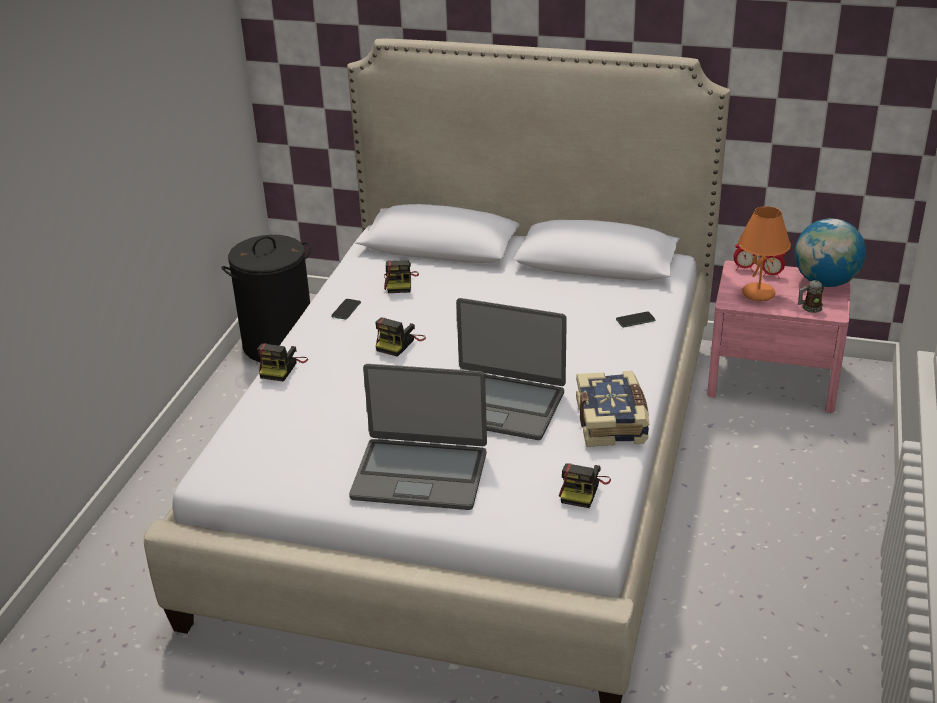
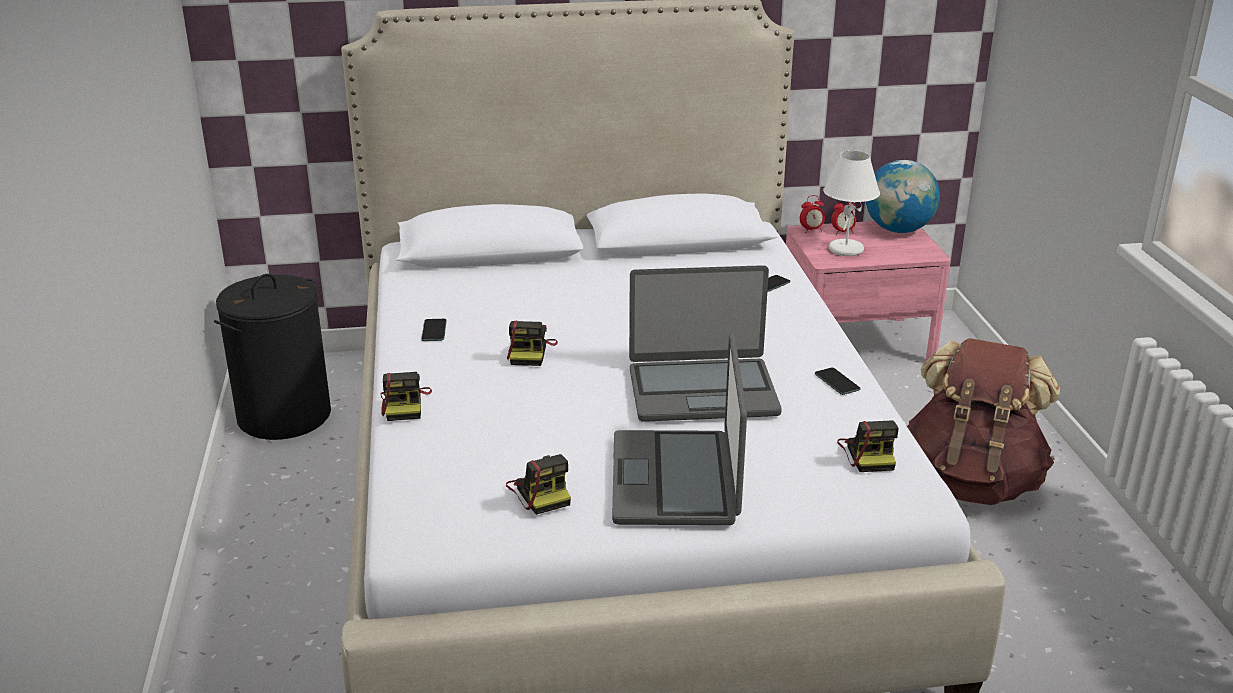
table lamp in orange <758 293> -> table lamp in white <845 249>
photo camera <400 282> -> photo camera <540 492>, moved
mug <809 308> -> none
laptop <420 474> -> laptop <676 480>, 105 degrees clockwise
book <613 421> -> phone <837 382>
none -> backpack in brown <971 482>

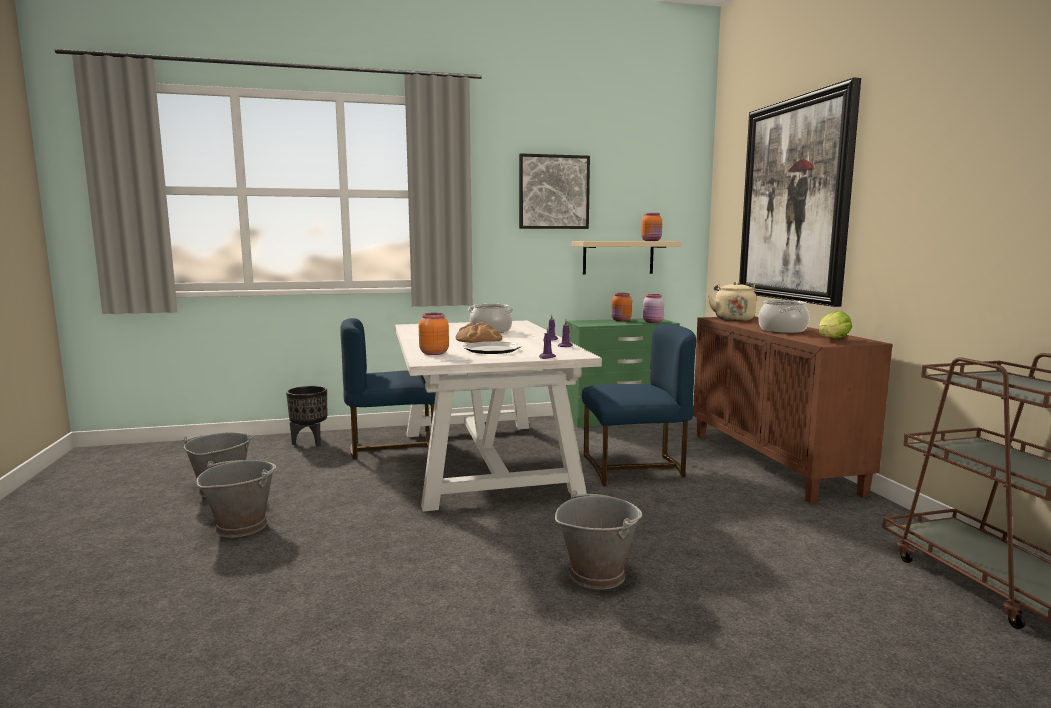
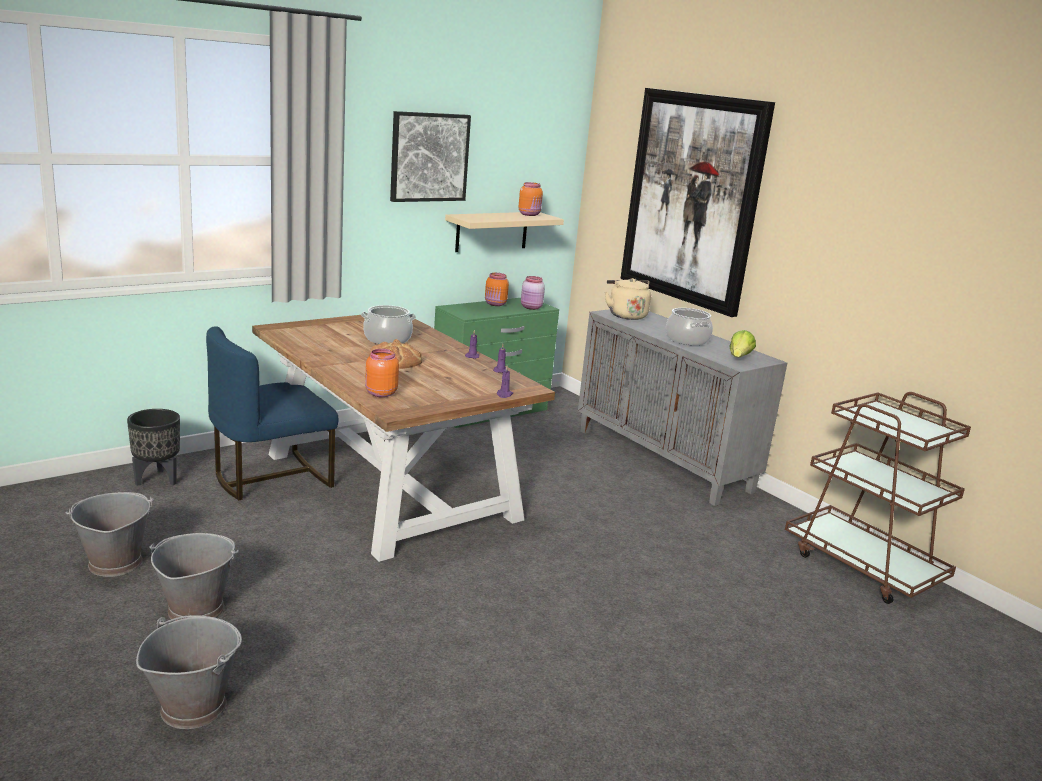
cabinet in brown <773 463> -> cabinet in grey <664 460>
dining table in white <484 461> -> dining table in brown <391 486>
chair in blue <634 468> -> none
plate <492 350> -> none
bucket in grey <597 574> -> bucket in grey <193 707>, moved

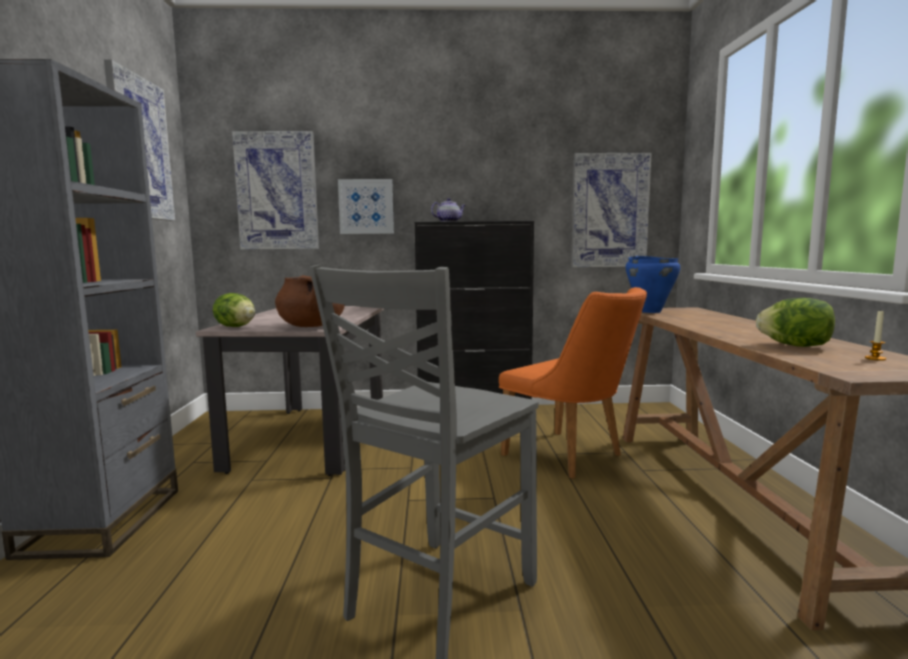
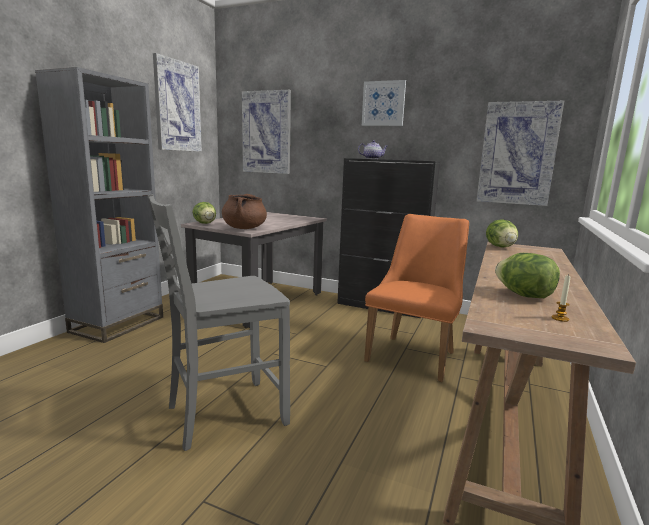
picture <366 206> -> picture <383 103>, moved
cooking pot in blue <650 311> -> lettuce <500 247>
chair in orange <571 457> -> chair in orange <415 353>, 135 degrees counterclockwise

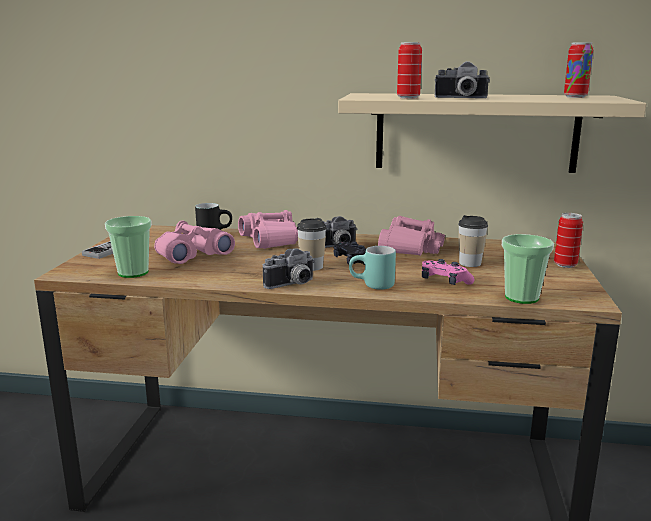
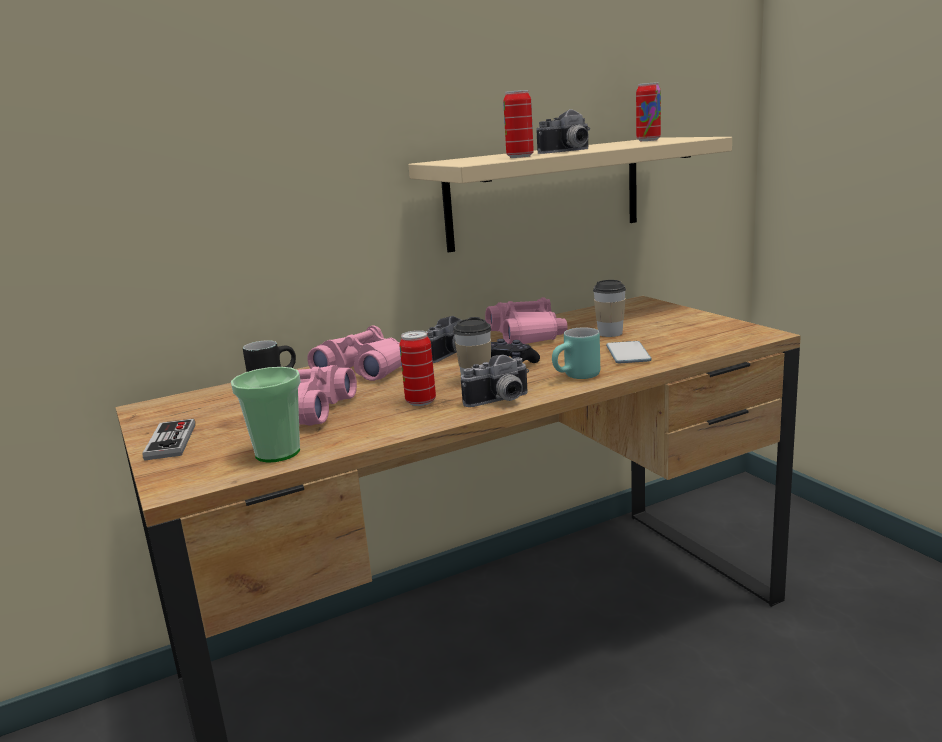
can <565 265> -> can <420 401>, moved
cup <521 297> -> none
photo camera <292 285> -> photo camera <500 401>, 45 degrees clockwise
game controller in pink <444 282> -> phone <628 354>

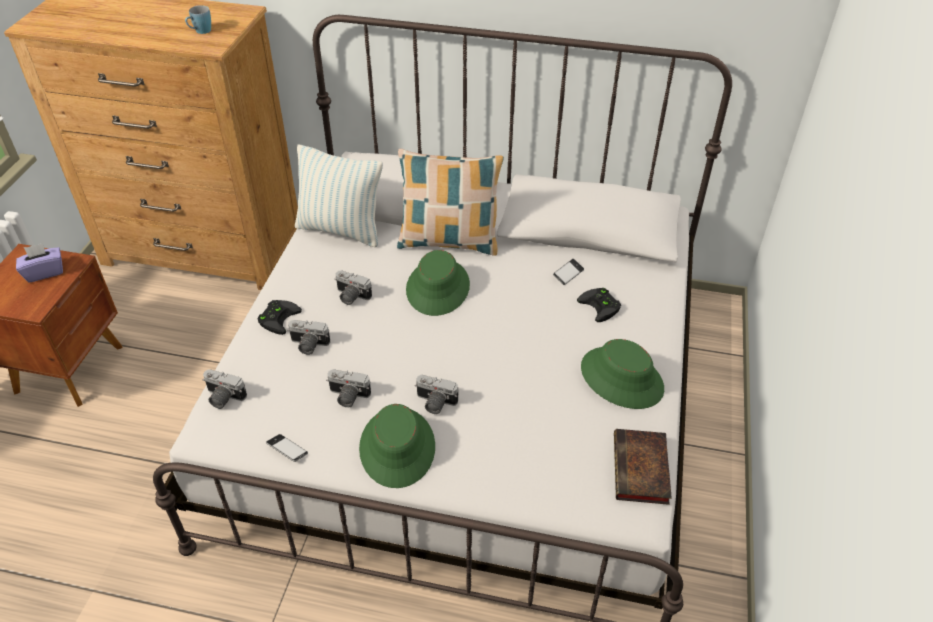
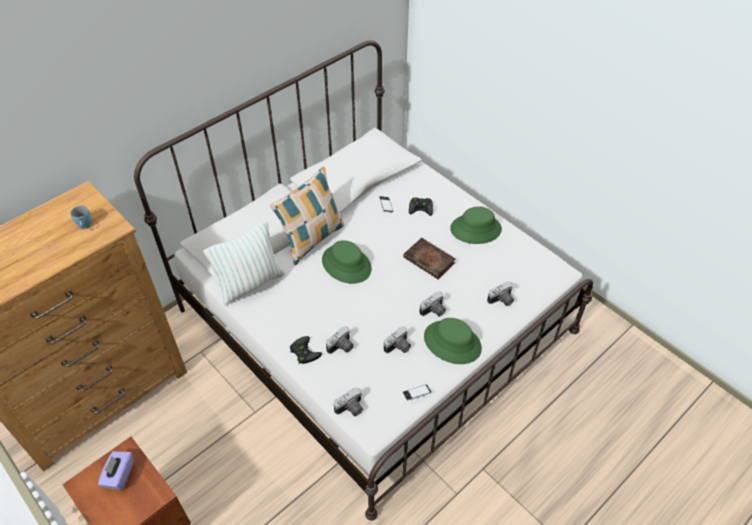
photo camera <351 297> -> photo camera <501 300>, moved
book <641 471> -> book <430 261>, moved

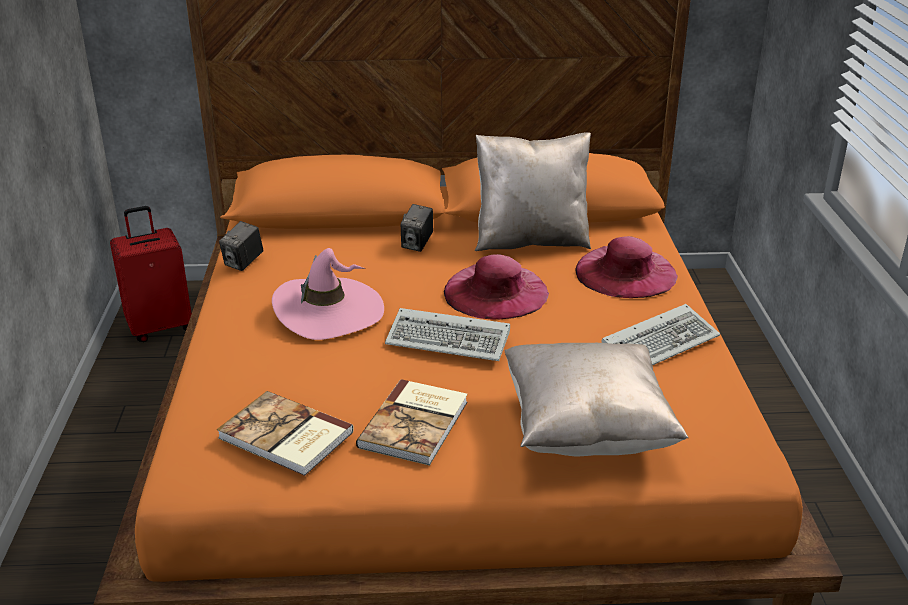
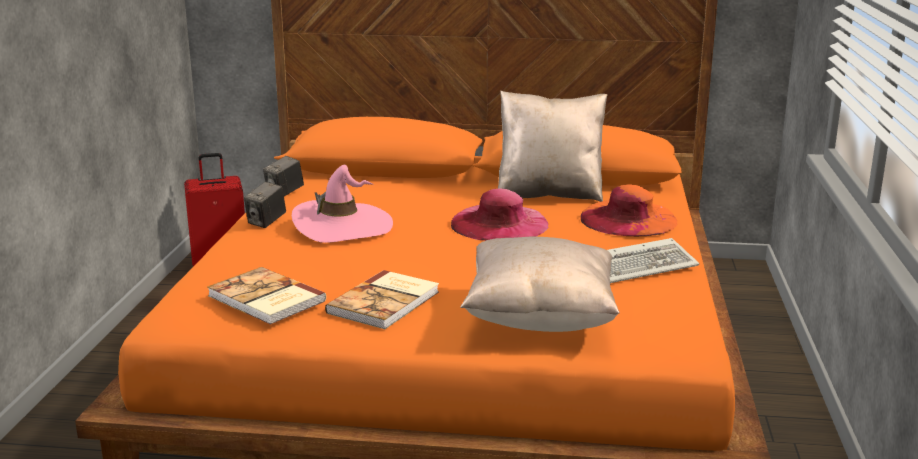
photo camera <417 244> -> photo camera <266 222>, moved
hat in pink <625 272> -> hat in orange <628 219>
keyboard <451 339> -> none

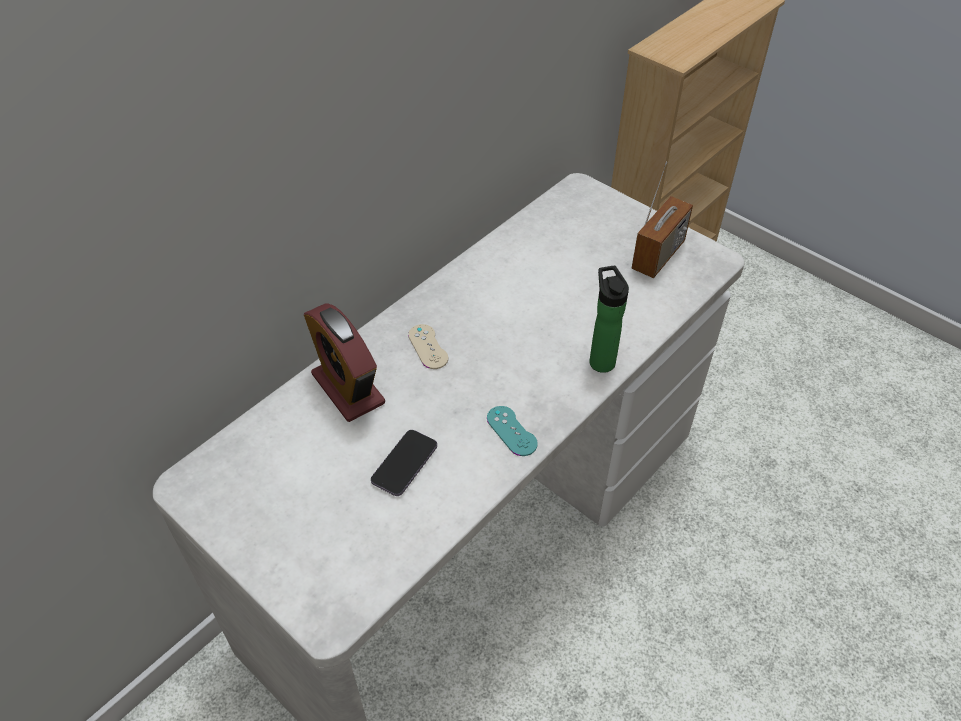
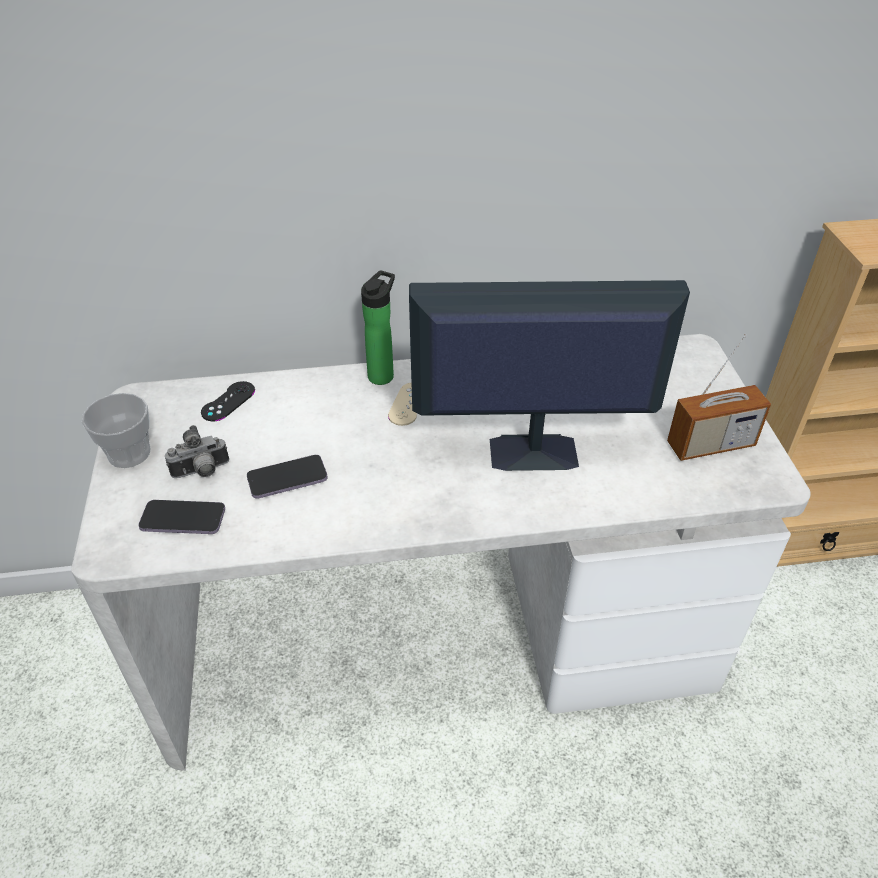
bottle <600 359> -> bottle <383 374>, moved
alarm clock <348 389> -> none
game controller in turquoise <511 431> -> none
none -> monitor <531 453>
none -> game controller in black <228 401>
none -> cup <129 453>
none -> photo camera <201 472>
none -> phone <183 519>

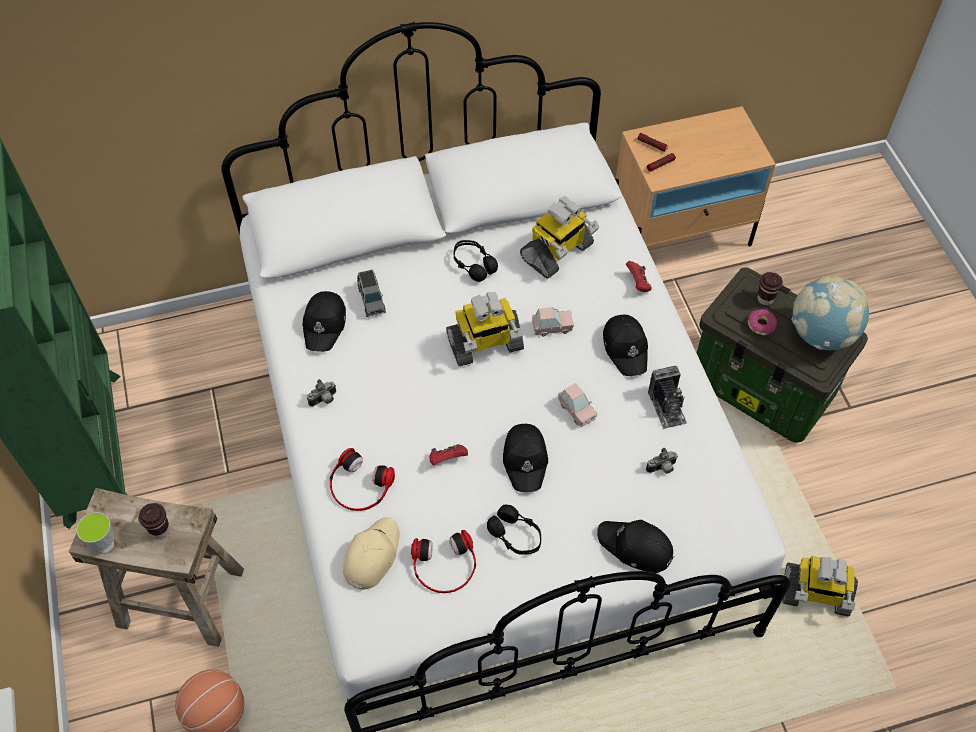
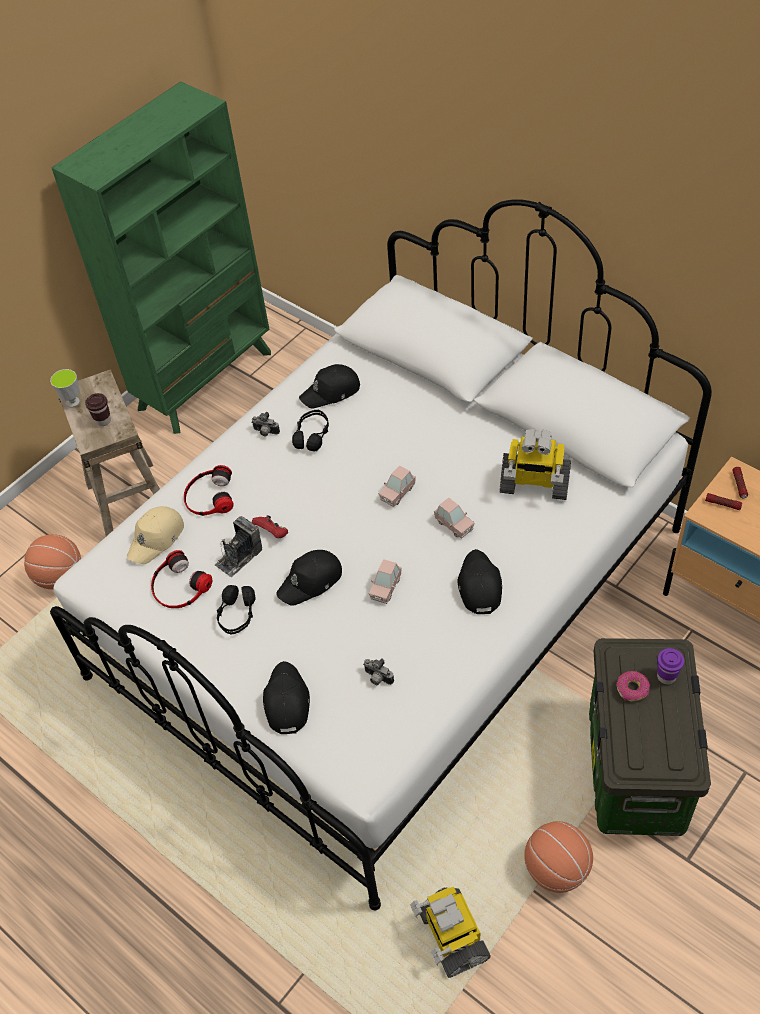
headphones in black <473 265> -> headphones in black <312 436>, moved
game controller in red <638 283> -> none
toy car in grey <371 300> -> none
cup in brown <765 299> -> cup in purple <666 676>
globe <821 334> -> none
toy robot <485 345> -> toy car in pink <397 493>
cap in black <626 348> -> cap in black <479 585>, 135 degrees clockwise
photo camera <667 407> -> photo camera <239 557>, moved
cap in beige <371 555> -> cap in beige <157 538>, 135 degrees clockwise
none -> basketball <557 869>

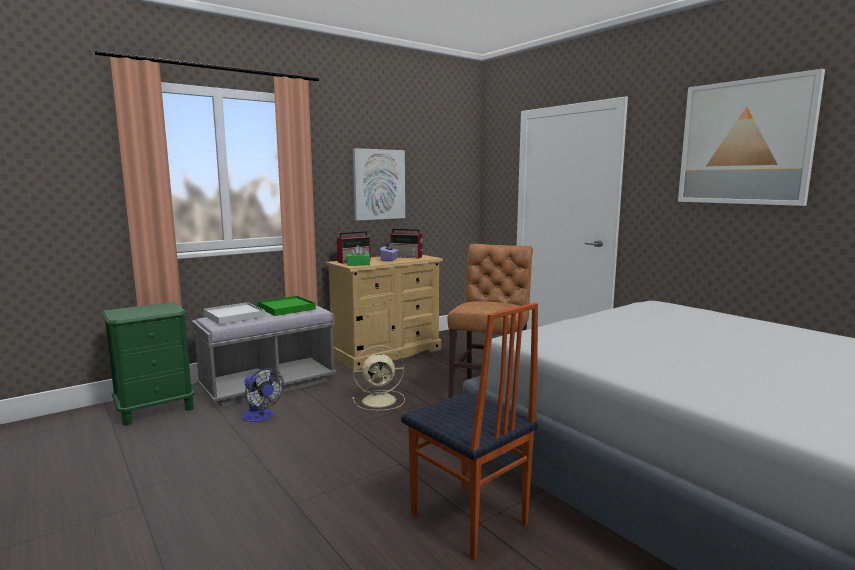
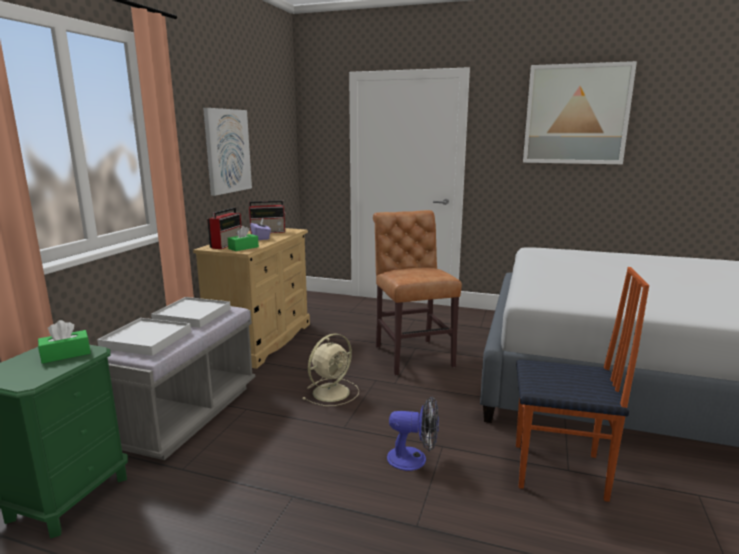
tray in green <286 308> -> tray in white <193 315>
fan <261 417> -> fan <414 459>, moved
none -> tissue box in green <66 354>

